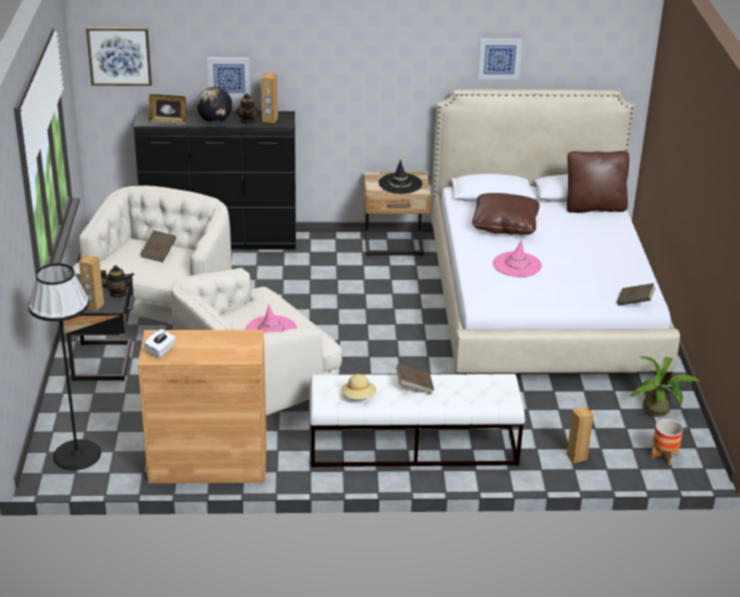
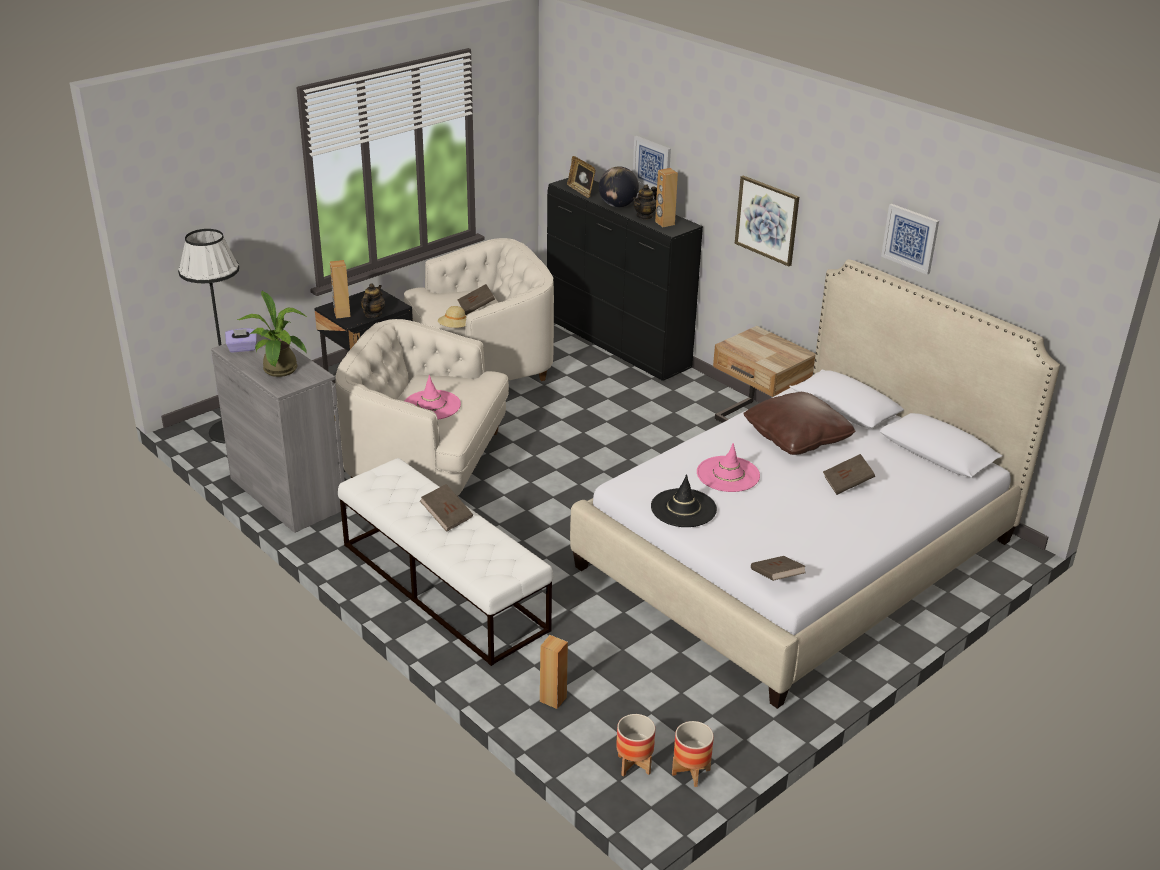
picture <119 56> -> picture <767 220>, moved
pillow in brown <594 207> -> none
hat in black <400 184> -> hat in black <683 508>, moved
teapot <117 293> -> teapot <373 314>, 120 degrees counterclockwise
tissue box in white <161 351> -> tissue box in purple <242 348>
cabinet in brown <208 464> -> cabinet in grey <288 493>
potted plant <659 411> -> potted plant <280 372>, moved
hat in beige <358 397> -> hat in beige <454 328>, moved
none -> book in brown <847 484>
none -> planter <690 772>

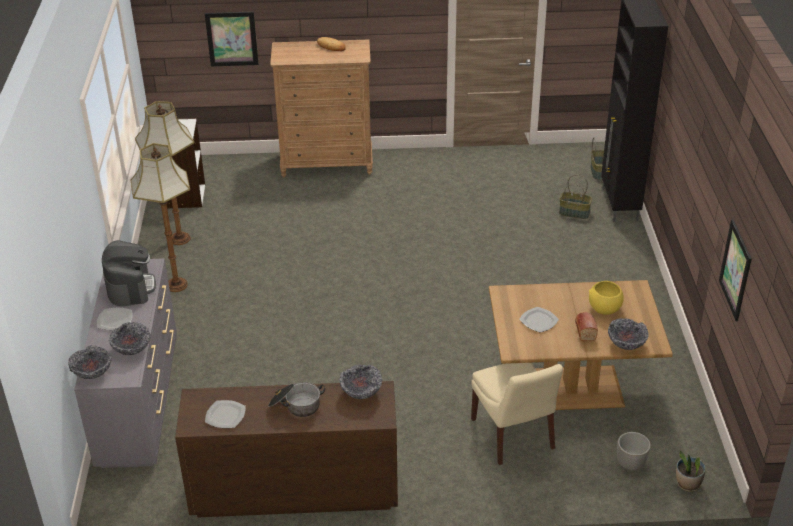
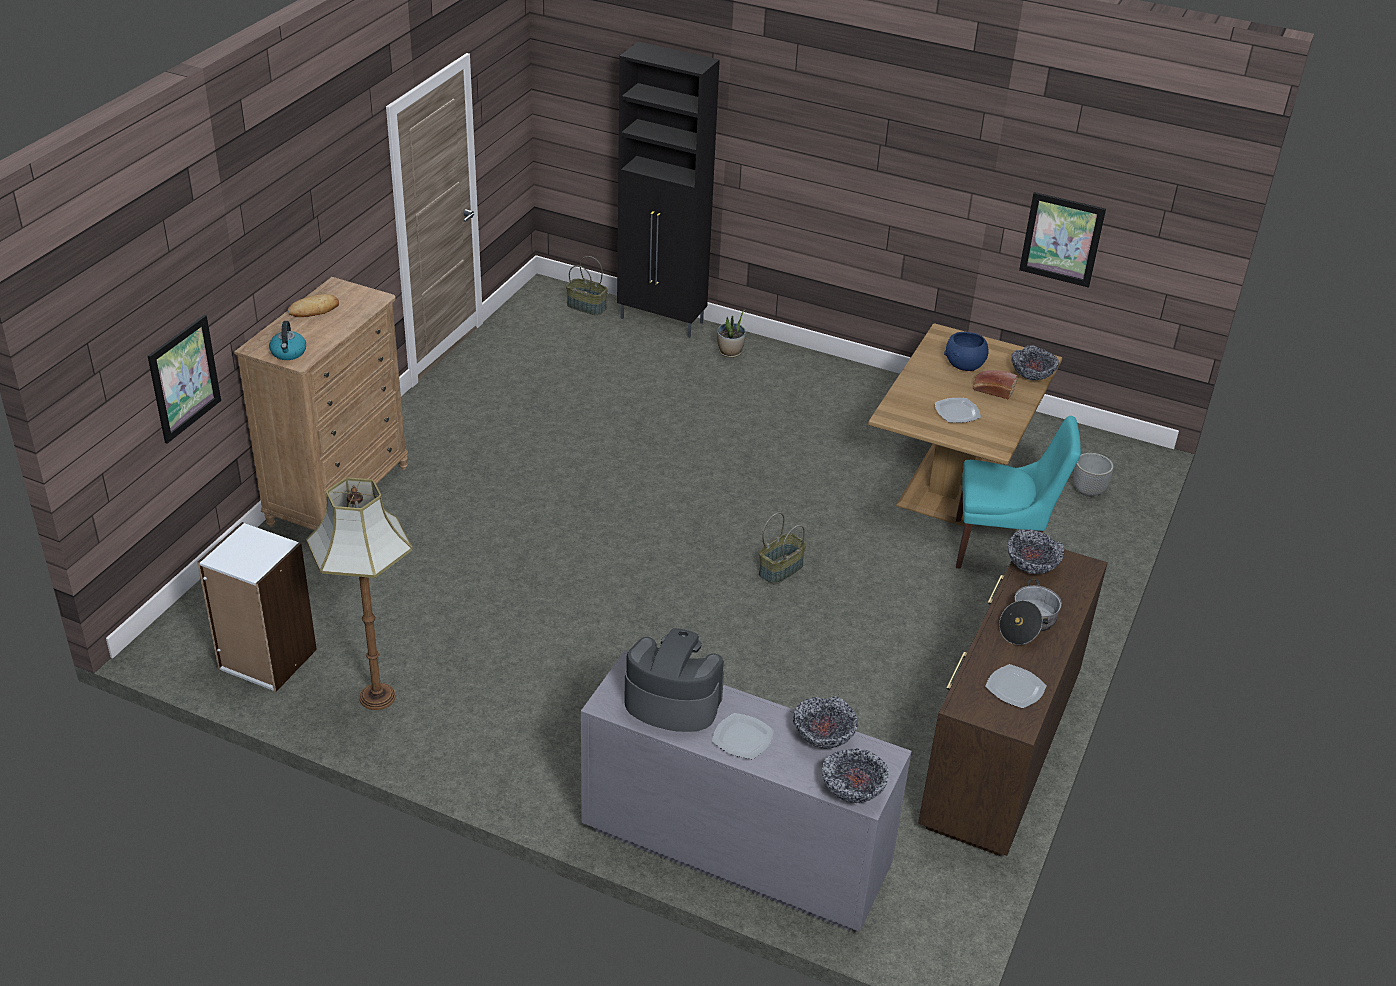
floor lamp <175 285> -> none
basket <574 213> -> basket <780 569>, moved
bowl in yellow <604 308> -> bowl in blue <963 365>
chair in beige <513 436> -> chair in turquoise <1002 549>
potted plant <687 484> -> potted plant <730 352>, moved
none -> kettle <288 353>

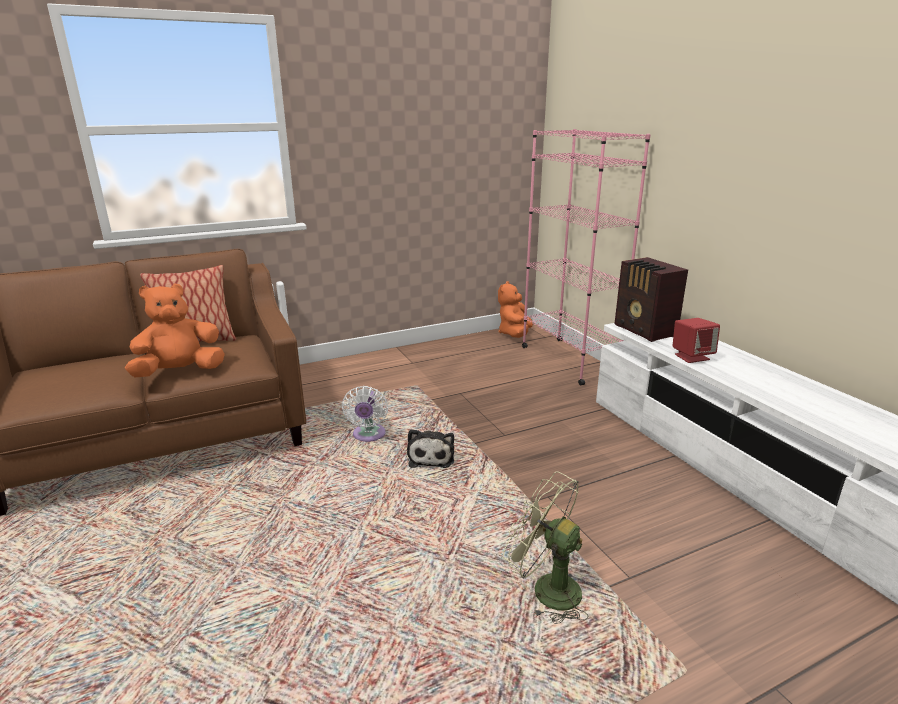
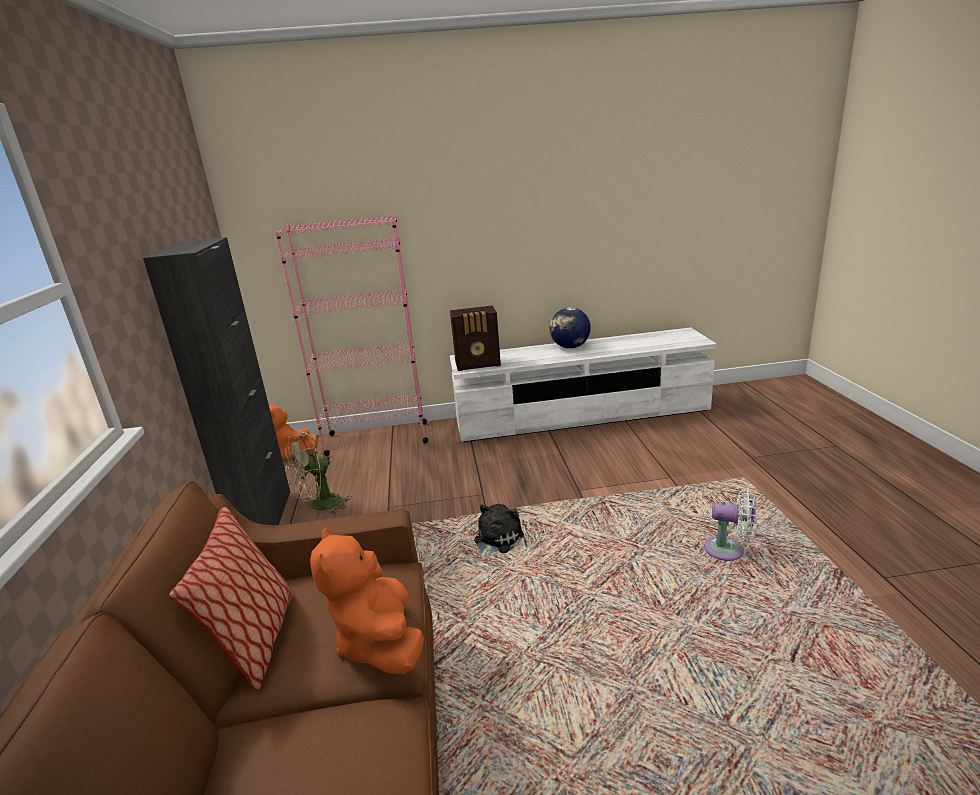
speaker in red <691 357> -> none
fan in white <368 435> -> fan in white <728 550>, moved
plush toy <431 457> -> plush toy <496 540>, 75 degrees counterclockwise
fan in green <546 588> -> fan in green <320 506>, moved
none -> cabinet in black <263 517>
none -> globe <570 347>

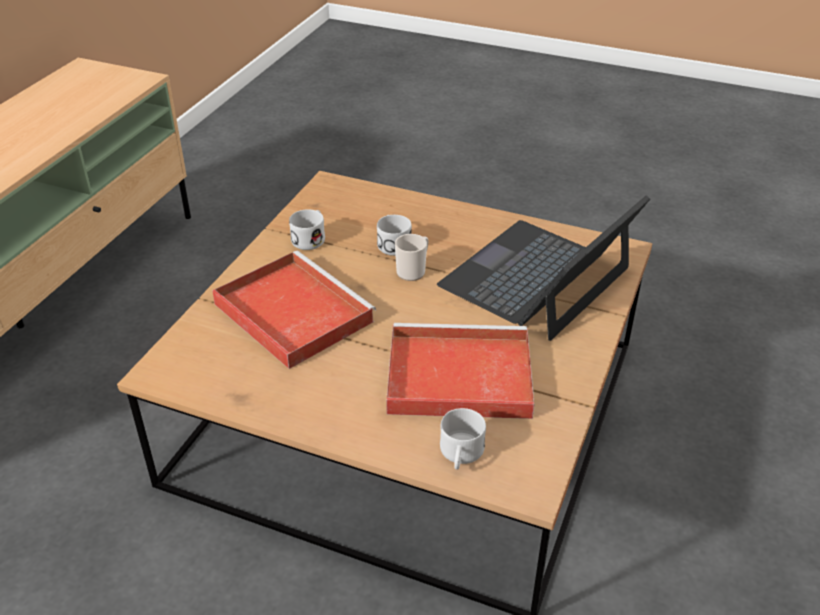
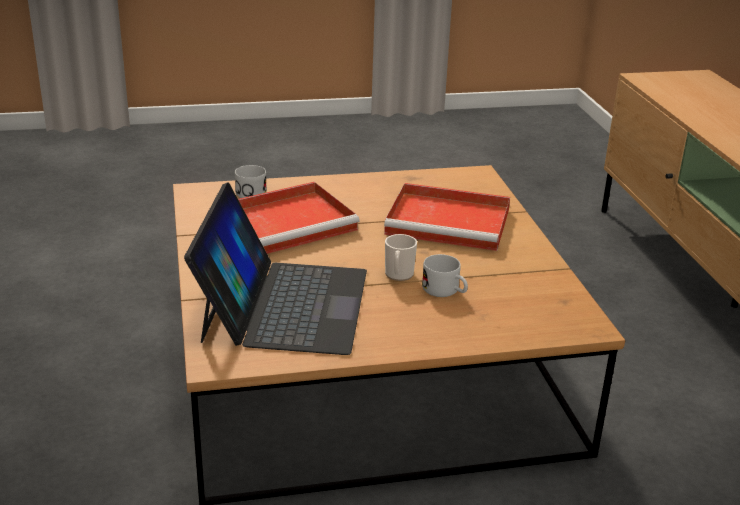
mug in white <311 238> -> none

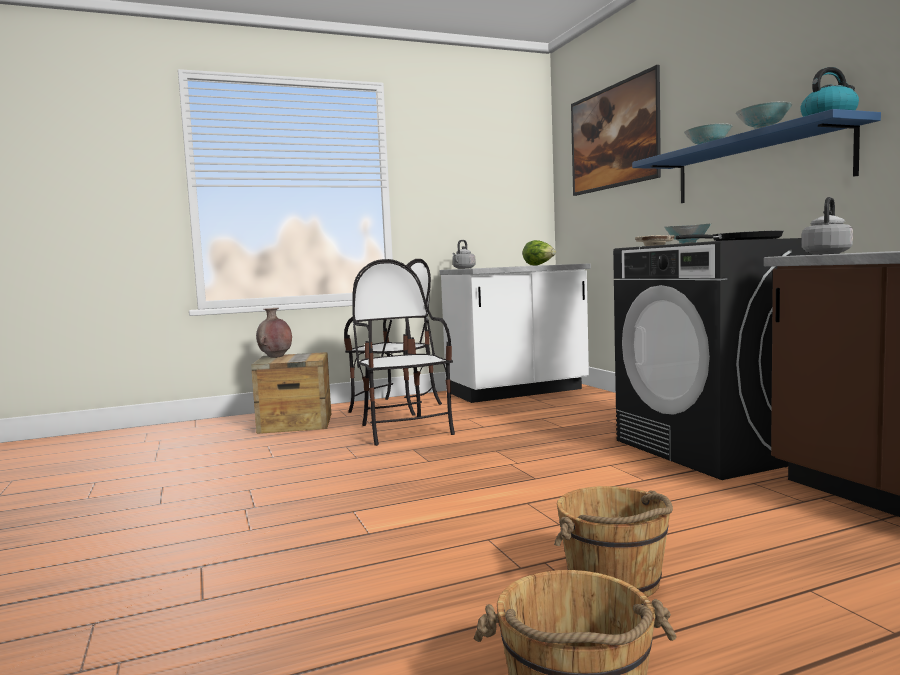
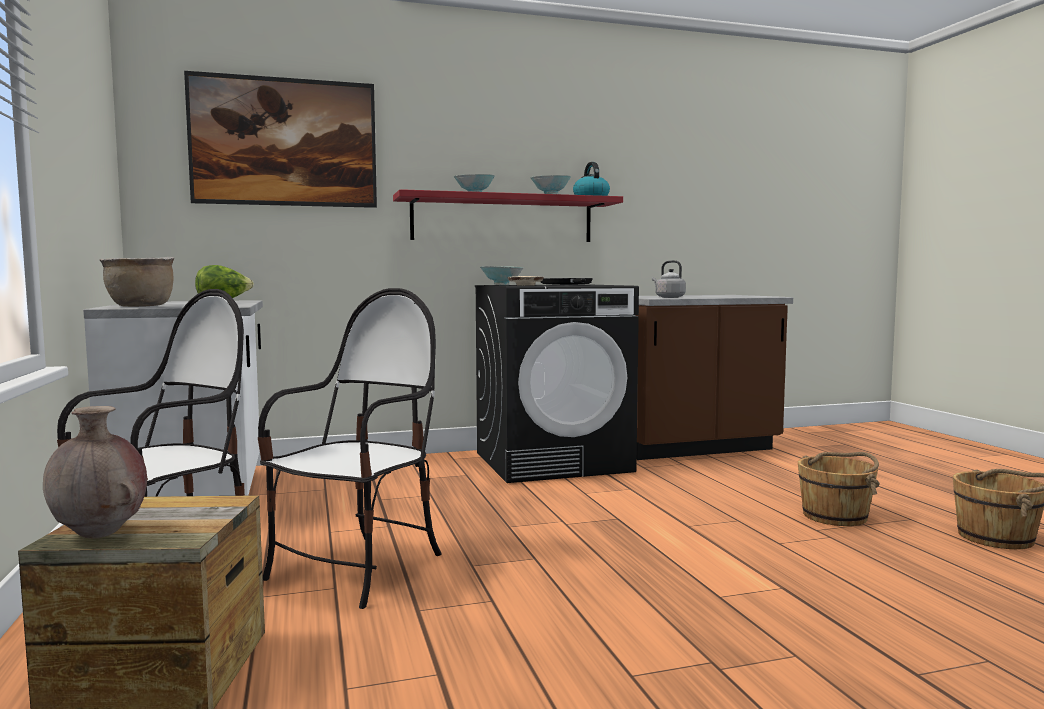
shelf in blue <757 166> -> shelf in red <503 219>
kettle in grey <463 268> -> cooking pot in brown <141 306>
chair <404 430> -> chair <358 569>, 135 degrees clockwise

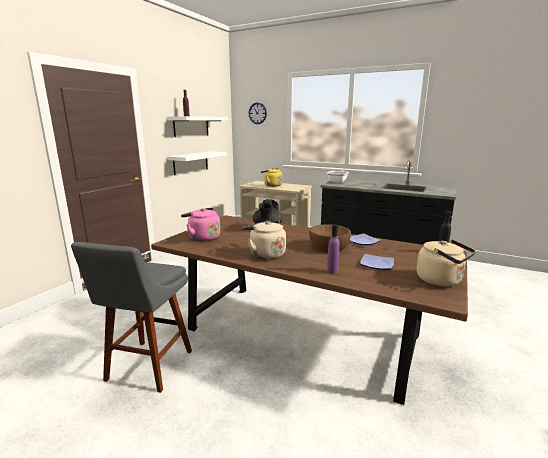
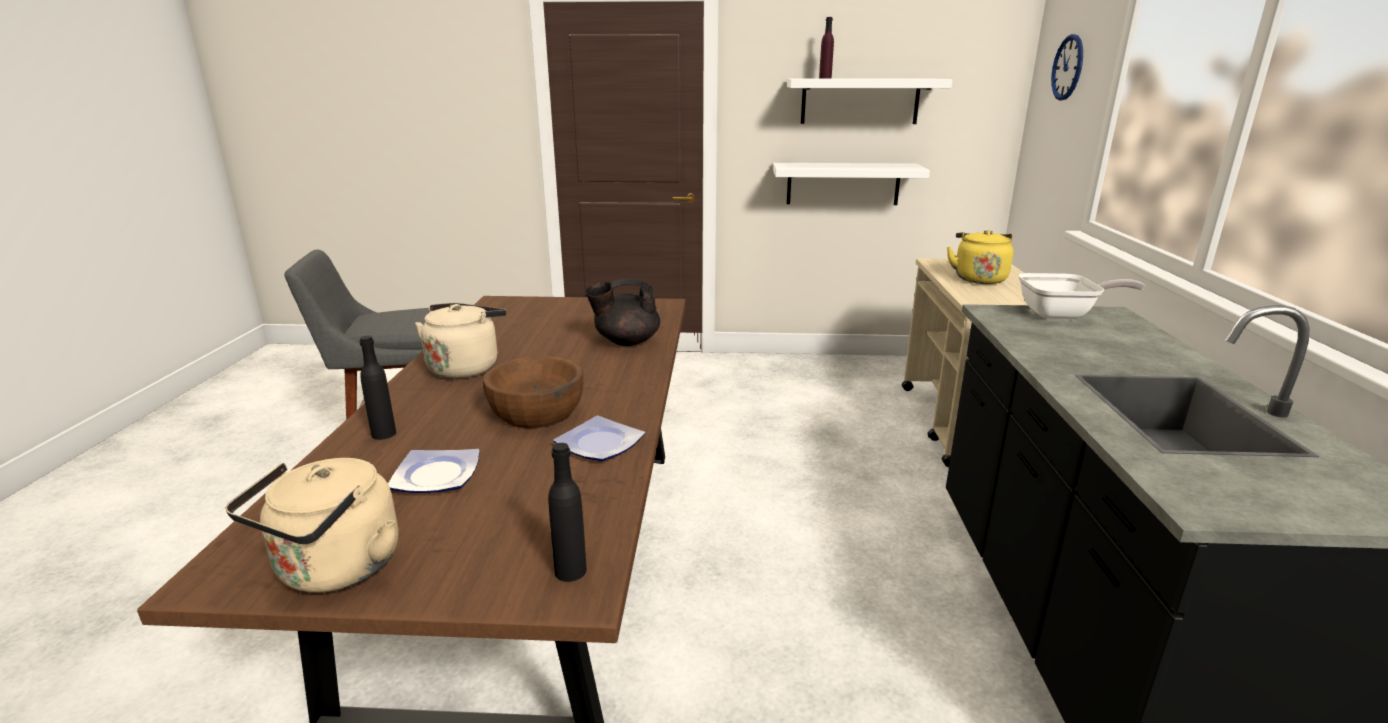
kettle in pink <202 237> -> none
bottle in purple <332 271> -> bottle in black <384 434>

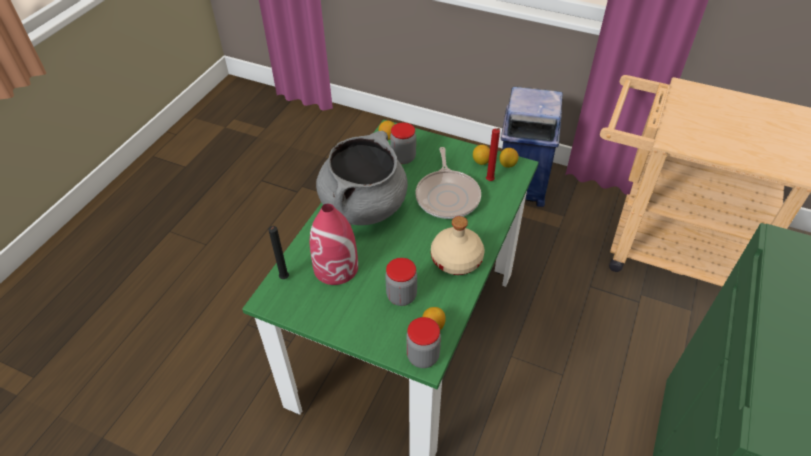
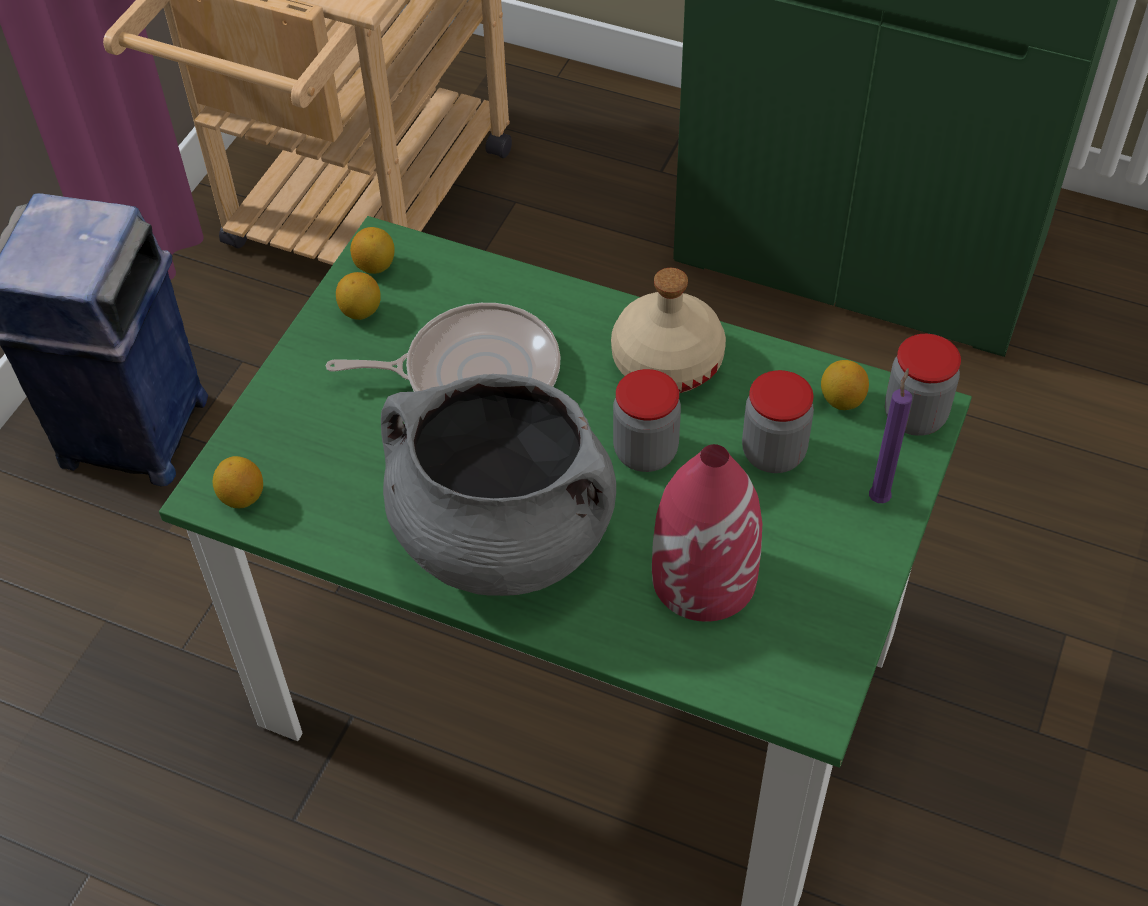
jar <403 158> -> jar <645 452>, moved
candle in red <490 181> -> none
candle in black <284 279> -> none
none -> candle in purple <879 497>

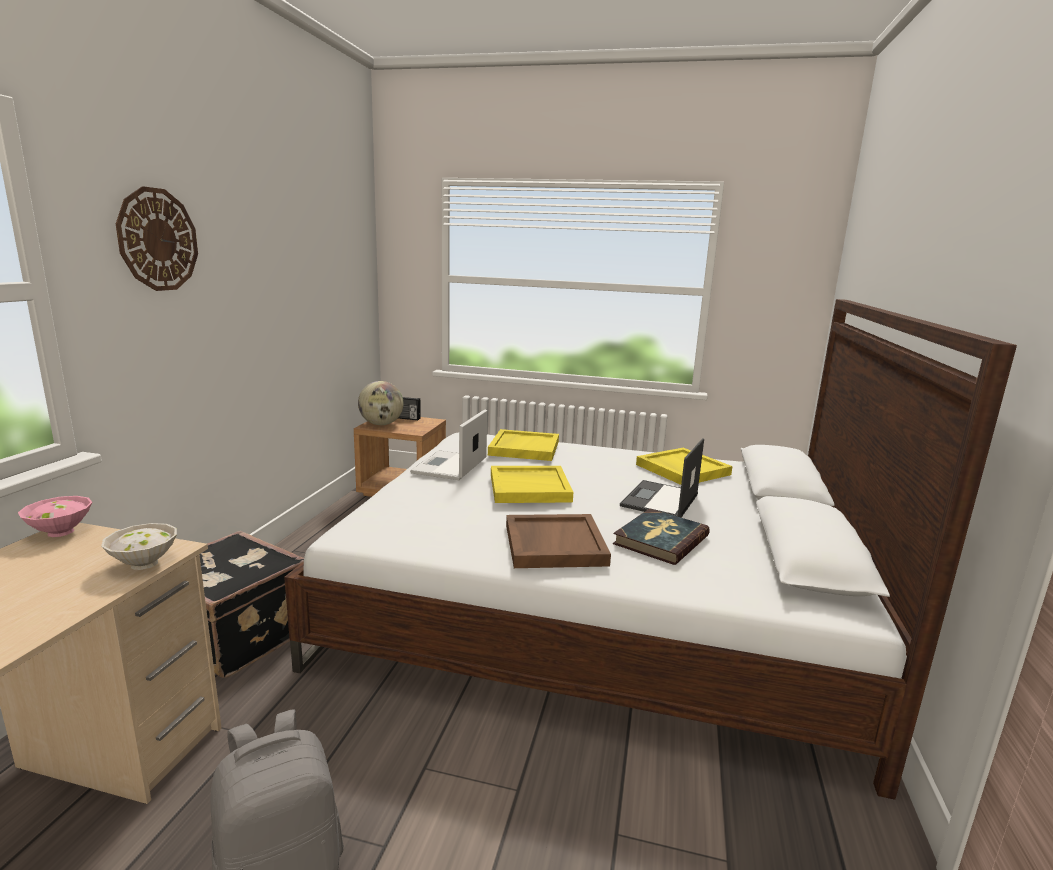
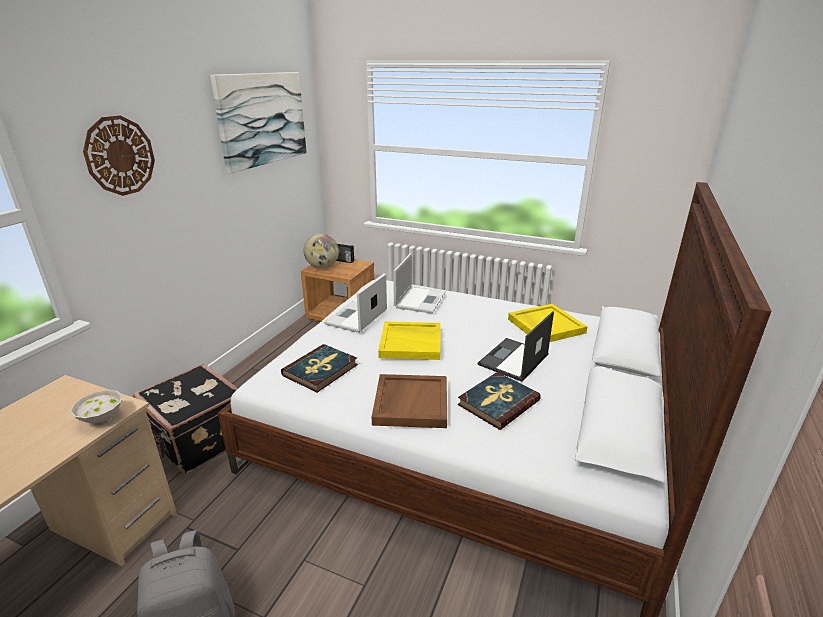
tray in yellow <524 448> -> laptop <420 299>
bowl in pink <62 531> -> none
none -> picture <262 119>
none -> book <320 370>

